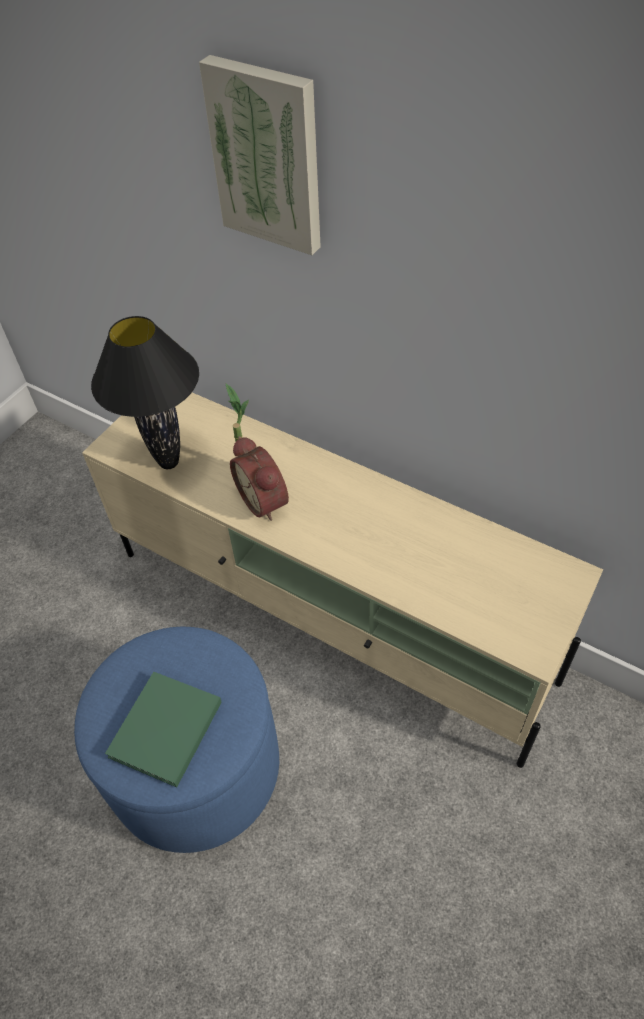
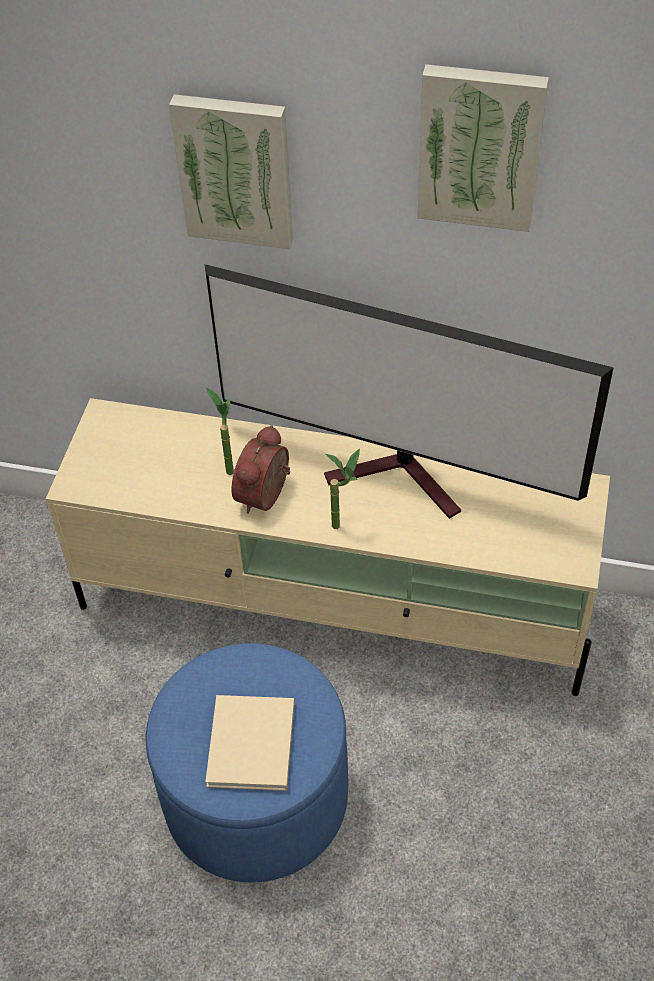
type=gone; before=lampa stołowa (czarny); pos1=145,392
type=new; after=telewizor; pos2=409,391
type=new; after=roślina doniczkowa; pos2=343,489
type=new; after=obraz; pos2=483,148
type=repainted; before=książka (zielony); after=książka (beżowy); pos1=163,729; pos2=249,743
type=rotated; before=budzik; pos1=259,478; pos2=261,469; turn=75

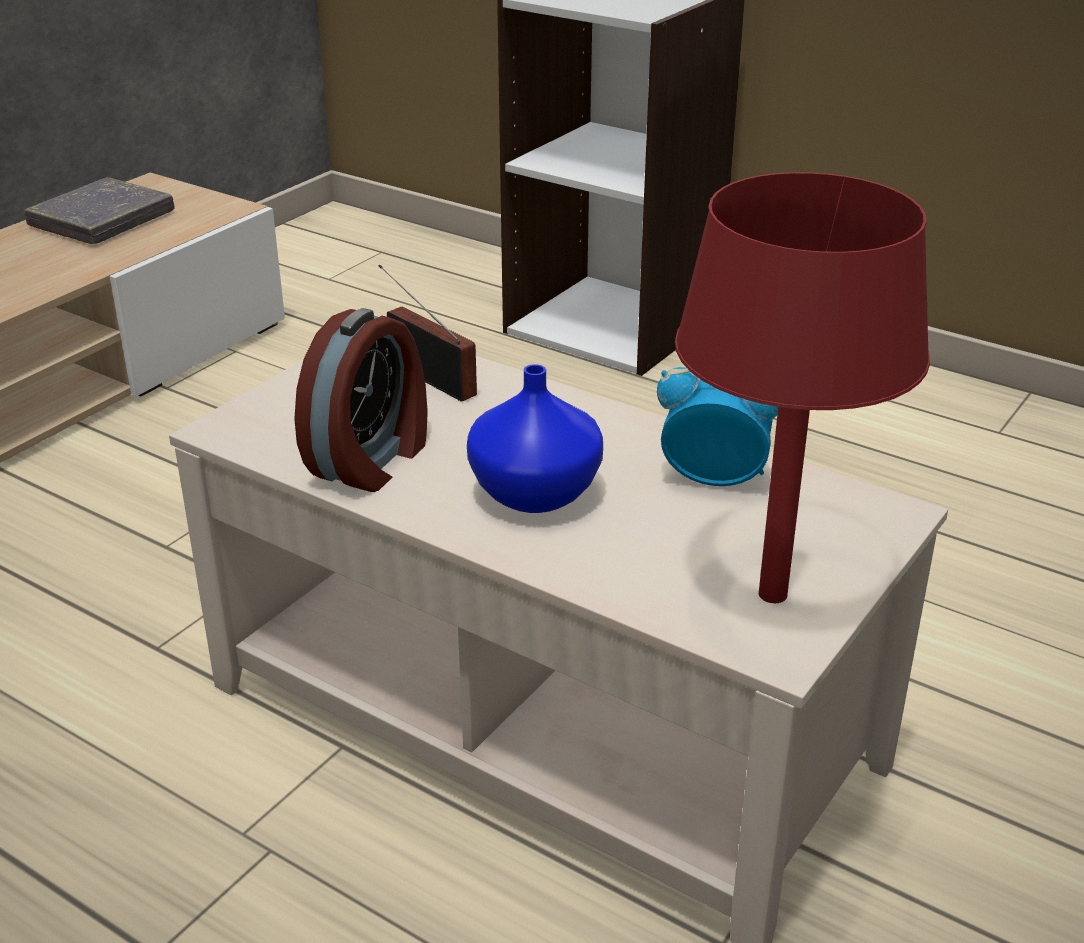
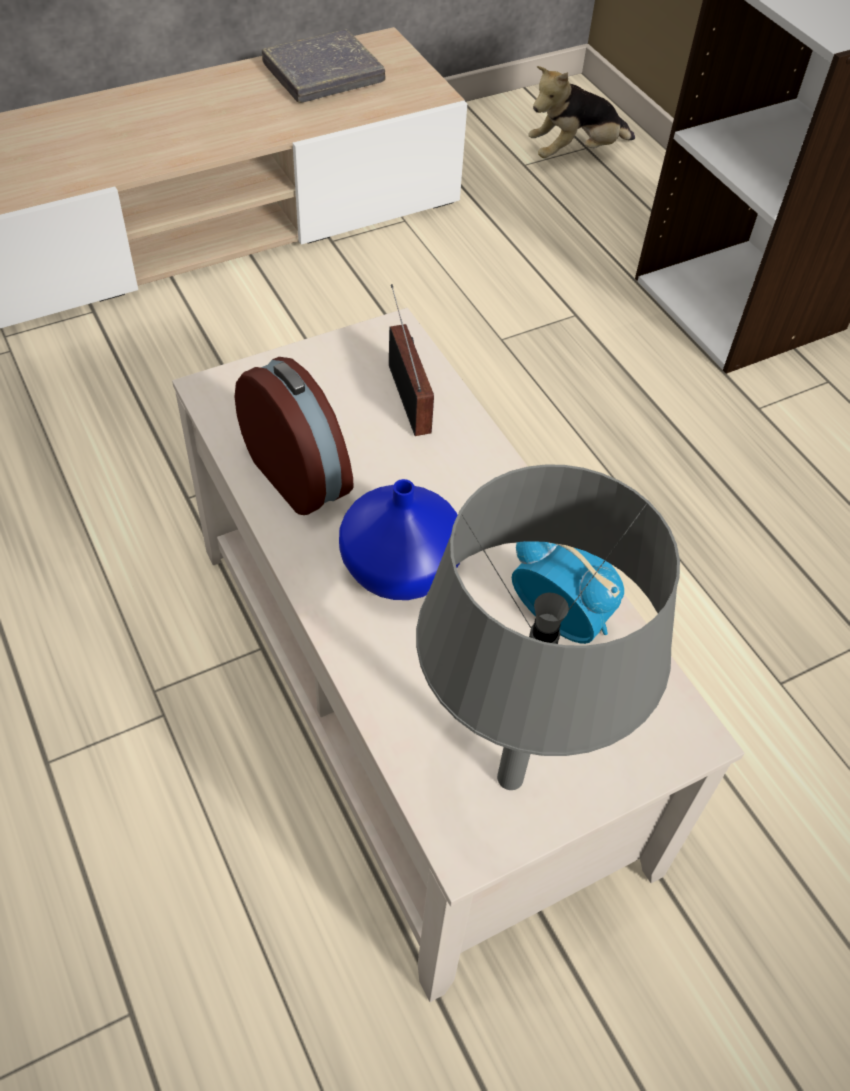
type=new; after=pluszak; pos2=581,112
type=repainted; before=lampa stołowa (czerwony); after=lampa stołowa (szary); pos1=802,387; pos2=548,627
type=rotated; before=budzik; pos1=361,400; pos2=294,436; turn=-90

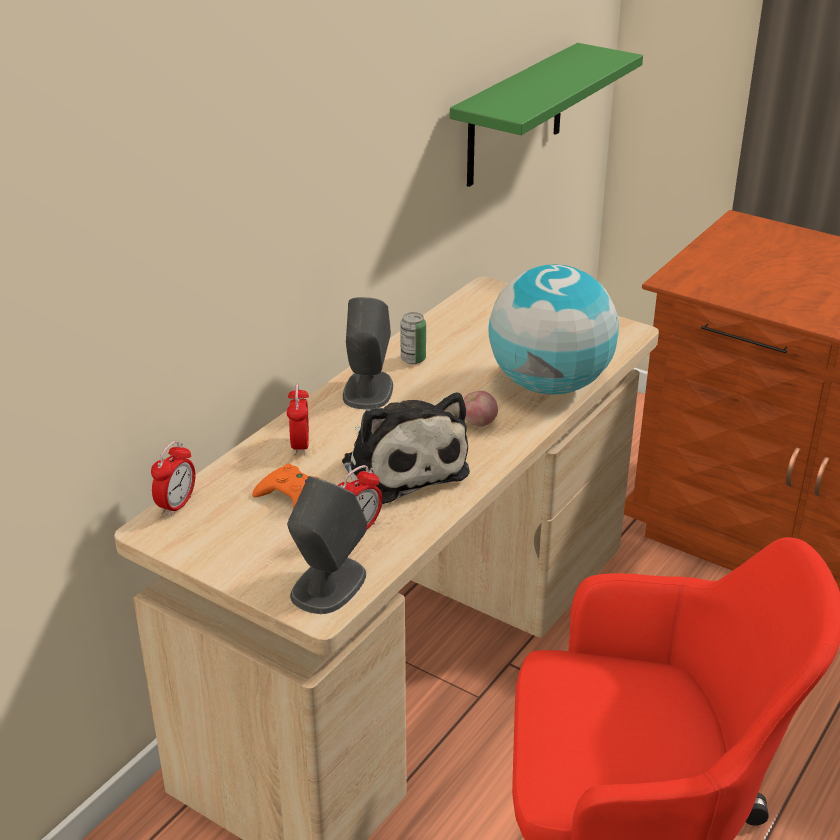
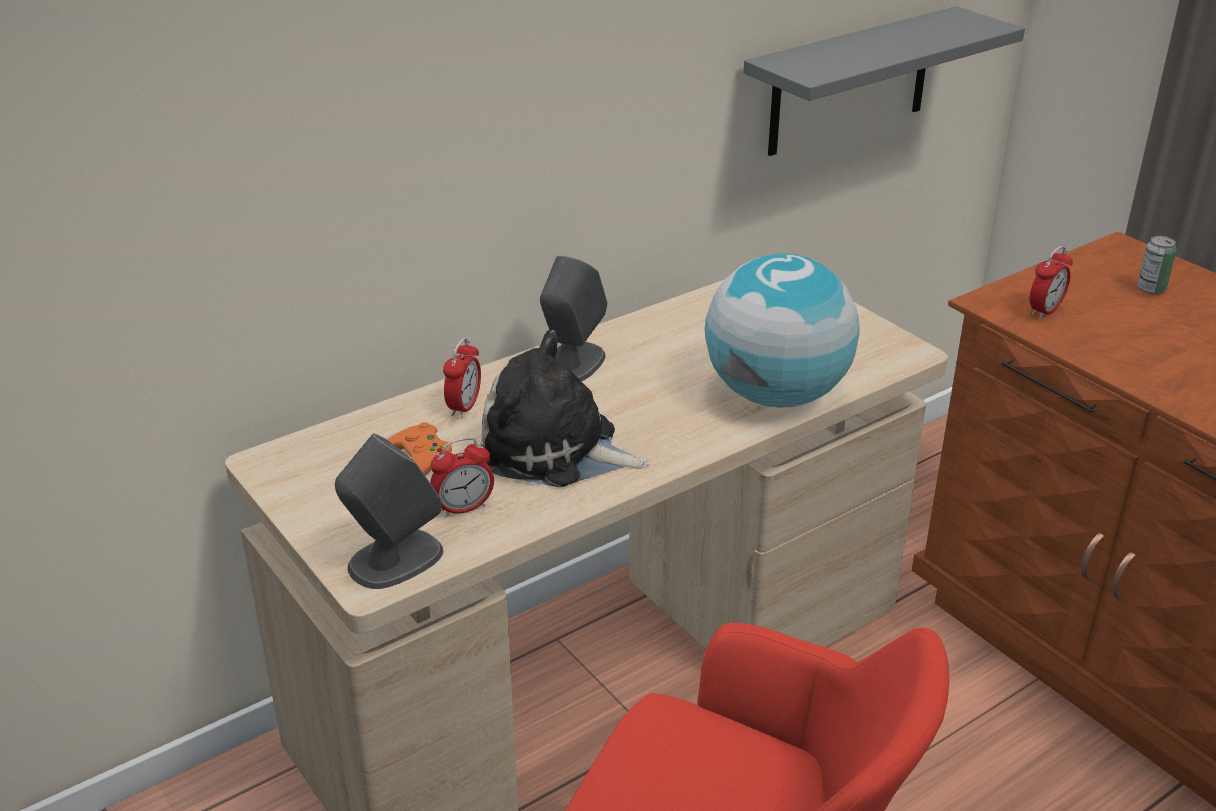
type=gone; before=jabłko; pos1=480,409
type=shifted; before=budzik; pos1=173,479; pos2=1051,282
type=shifted; before=puszka; pos1=413,338; pos2=1157,265
type=repainted; before=półka (zielony); after=półka (szary); pos1=546,115; pos2=884,81
type=rotated; before=pluszak; pos1=406,448; pos2=565,408; turn=120

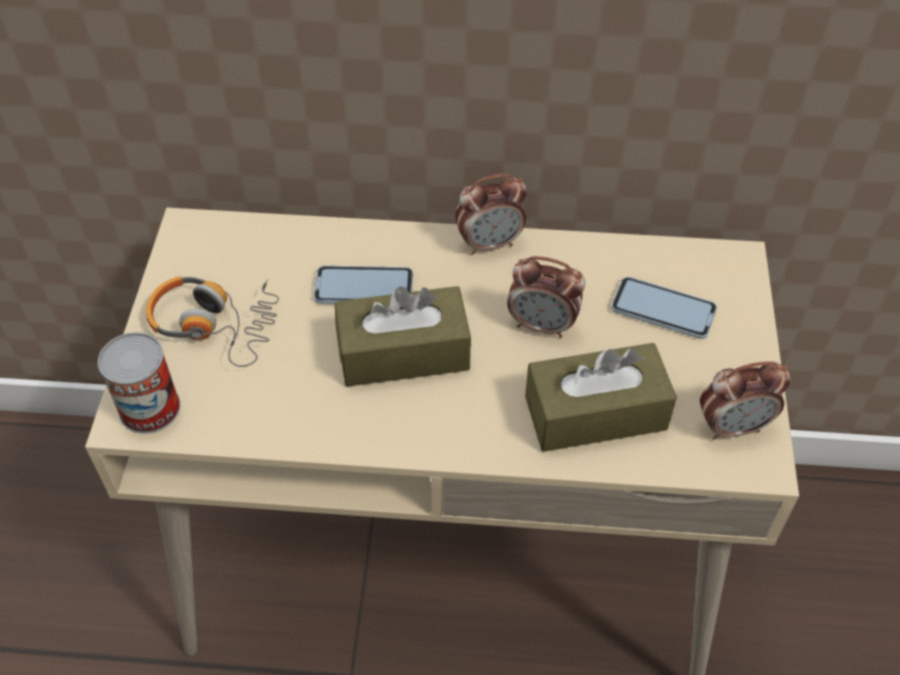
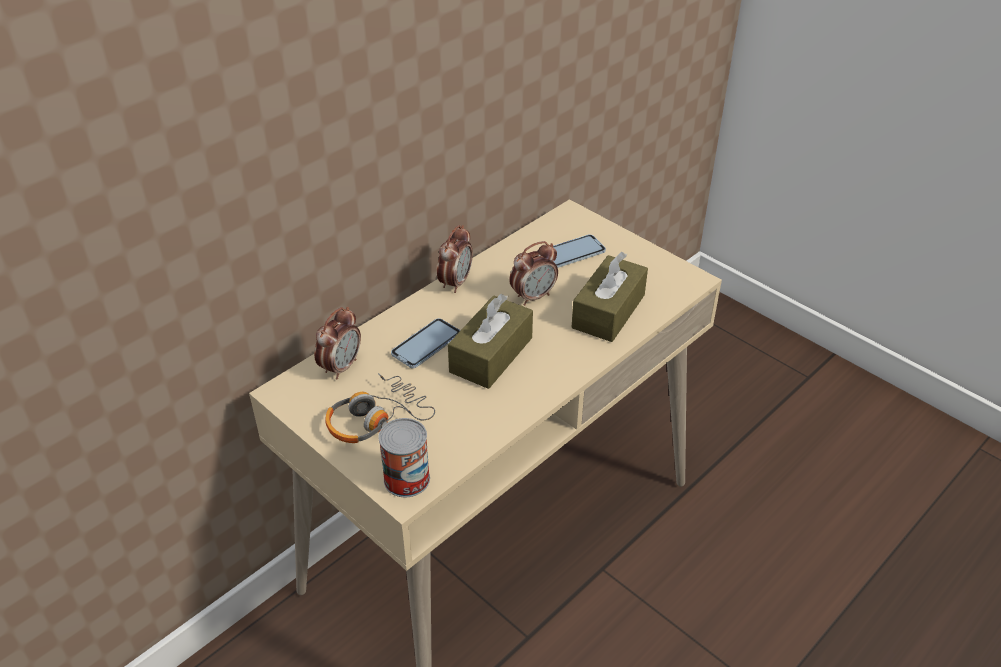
type=shifted; before=budzik; pos1=745,401; pos2=337,343

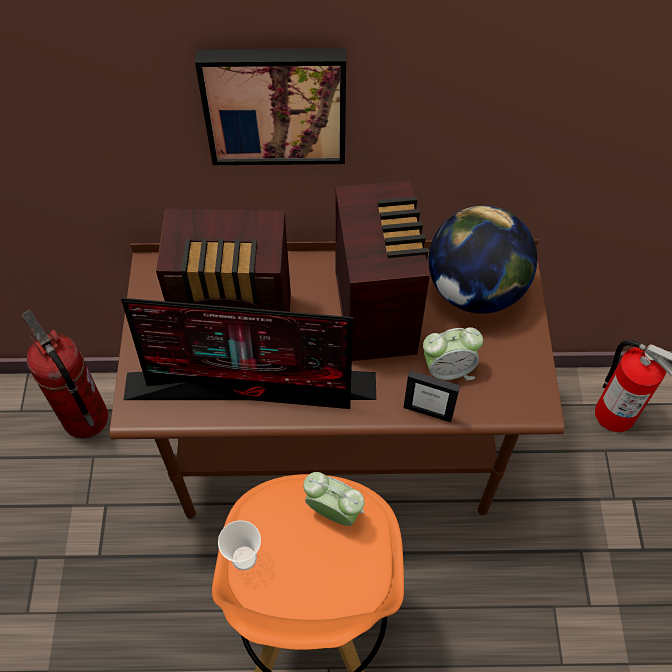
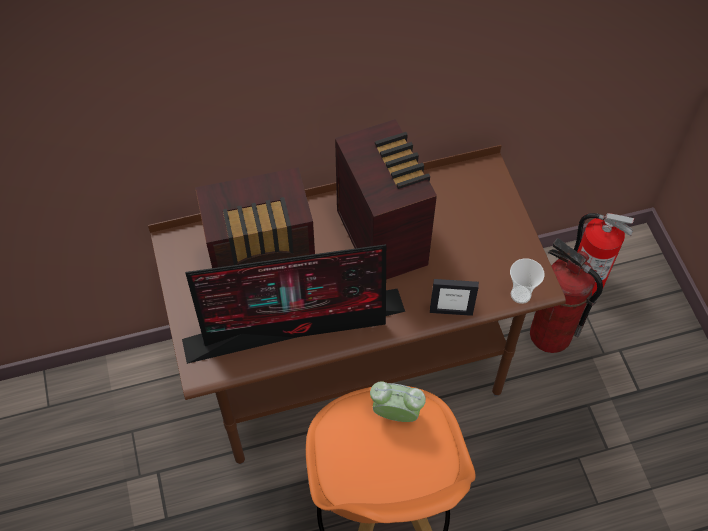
type=gone; before=obraz; pos1=270,106
type=gone; before=budzik; pos1=453,354
type=gone; before=globus; pos1=482,260
type=shifted; before=gaśnica; pos1=65,374; pos2=566,295
type=shifted; before=filiżanka; pos1=239,545; pos2=527,281

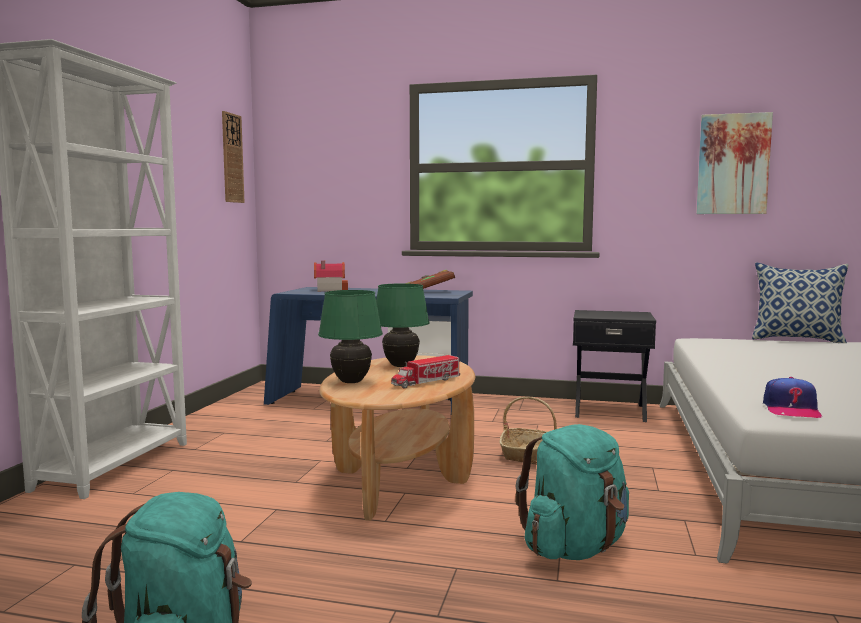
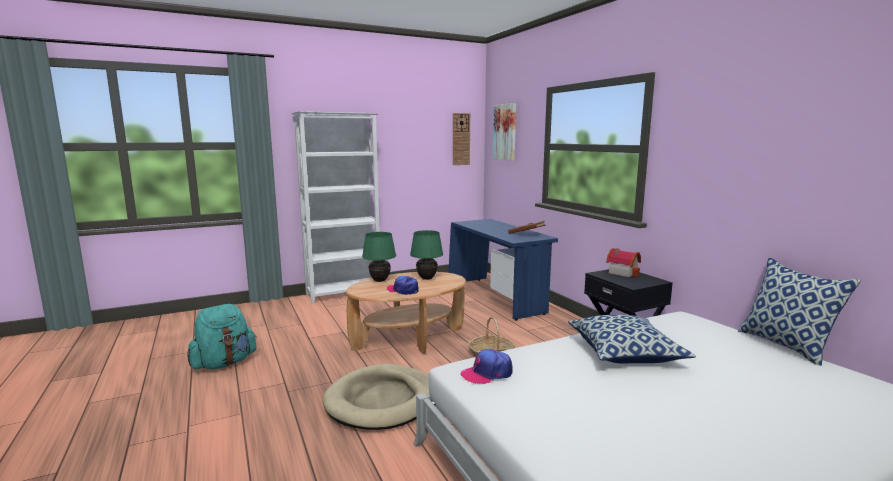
type=new; after=poduszka; pos2=632,339
type=shifted; before=domek; pos1=331,276; pos2=623,262
type=shifted; before=obraz; pos1=734,163; pos2=504,132
type=swapped; before=ciężarówka zabawkowa; after=czapka z daszkiem; pos1=425,372; pos2=402,285
type=swapped; before=plecak (turkusowy); after=legowisko (beżowy); pos1=572,492; pos2=376,397

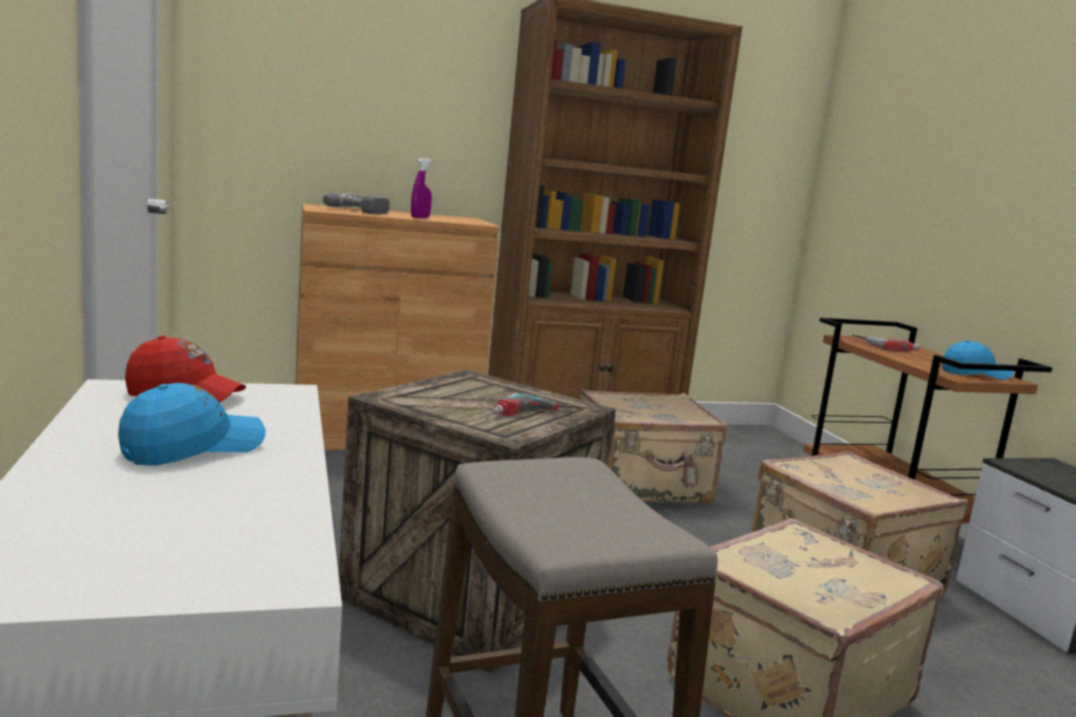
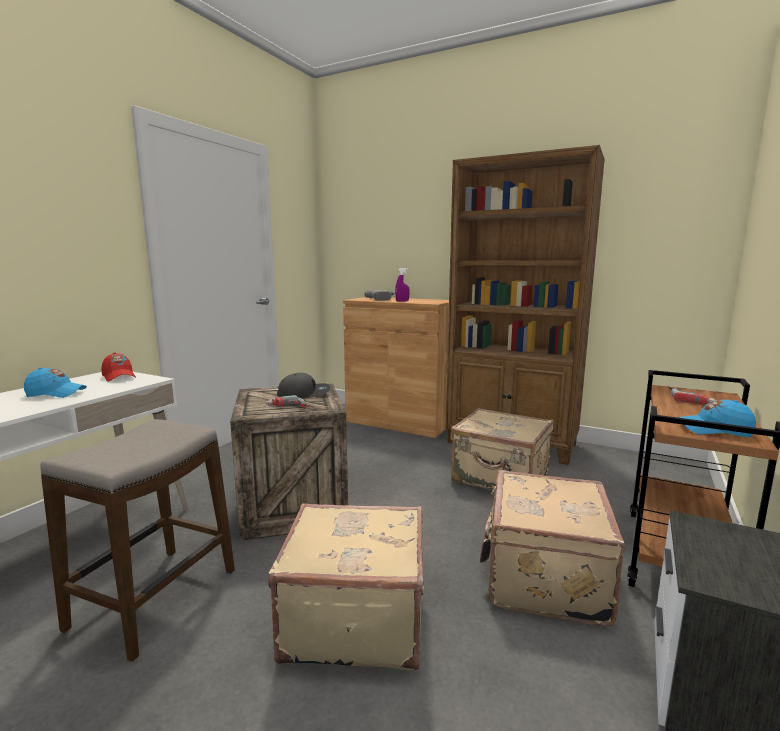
type=new; after=czapka z daszkiem (szary); pos2=303,385
type=rotated; before=czapka z daszkiem (niebieski); pos1=977,360; pos2=717,418; turn=150

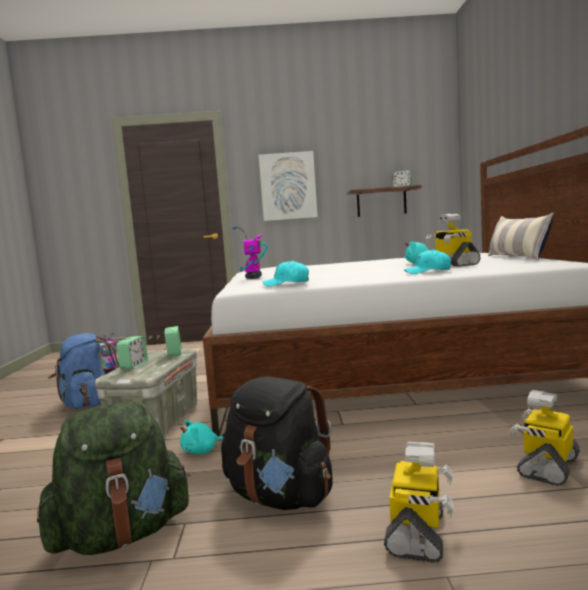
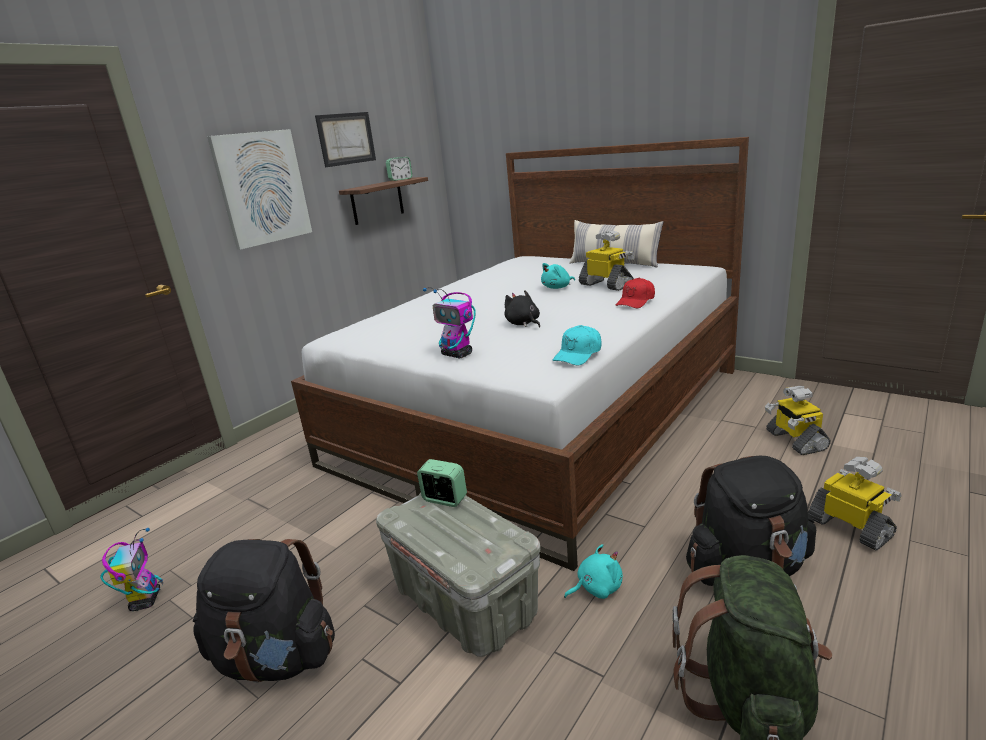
type=gone; before=budzik; pos1=132,352
type=new; after=obraz; pos2=345,139
type=new; after=pluszak (czarny); pos2=522,309
type=repainted; before=plecak (niebieski); after=plecak (czarny); pos1=83,371; pos2=264,611
type=repainted; before=czapka z daszkiem (turkusowy); after=czapka z daszkiem (czerwony); pos1=427,261; pos2=635,293
type=rotated; before=pluszak (turkusowy); pos1=201,437; pos2=593,571; turn=-120
type=rotated; before=robot zabawkowy; pos1=453,240; pos2=607,260; turn=-150

